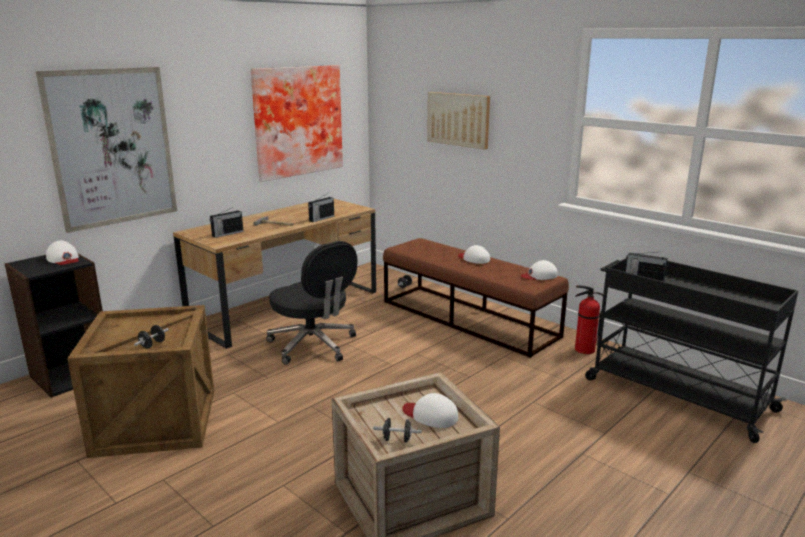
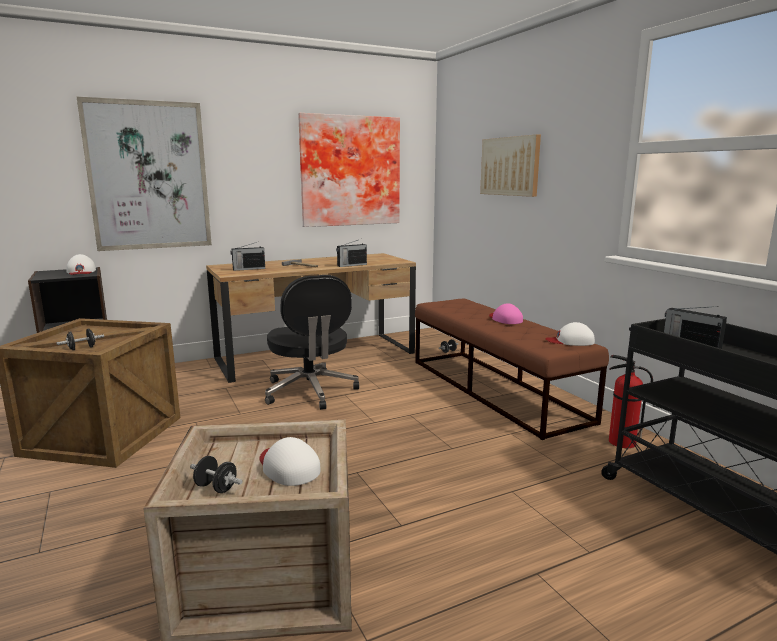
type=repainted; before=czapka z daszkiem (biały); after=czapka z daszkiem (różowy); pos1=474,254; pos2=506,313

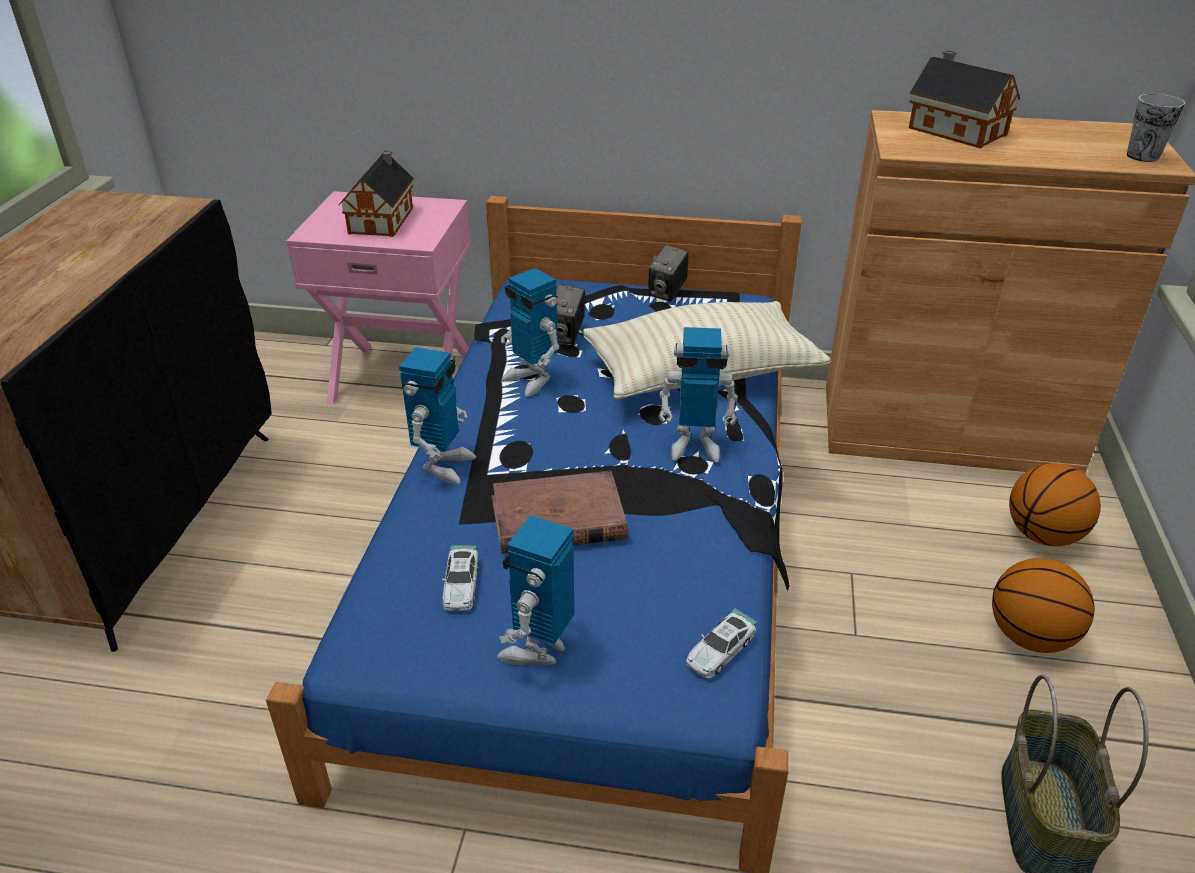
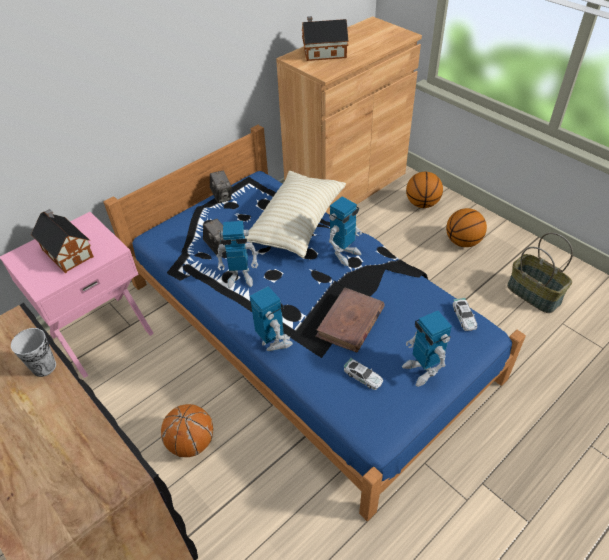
type=new; after=piłka do koszykówki; pos2=187,430
type=shifted; before=filiżanka; pos1=1156,128; pos2=33,352

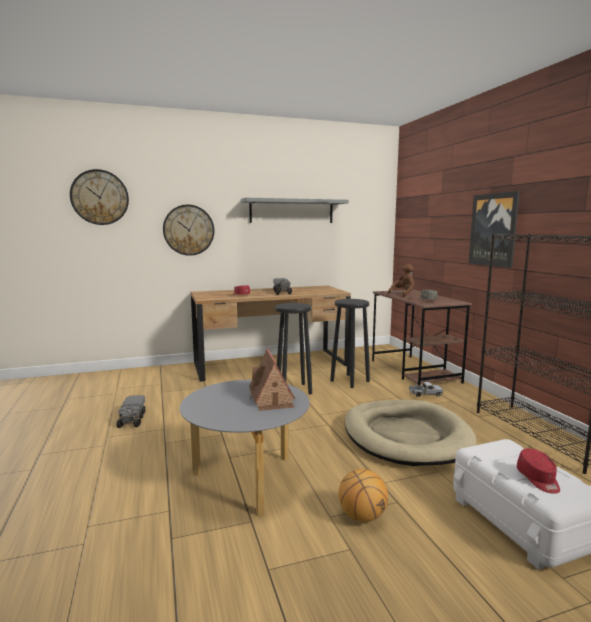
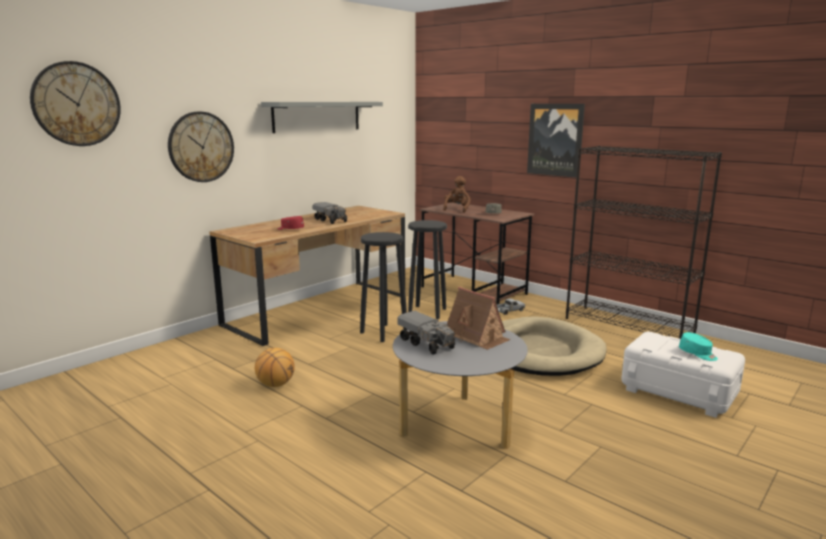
type=shifted; before=ciężarówka zabawkowa; pos1=131,411; pos2=427,333
type=shifted; before=piłka do koszykówki; pos1=363,495; pos2=275,367
type=repainted; before=czapka z daszkiem (czerwony); after=czapka z daszkiem (turkusowy); pos1=538,471; pos2=698,346

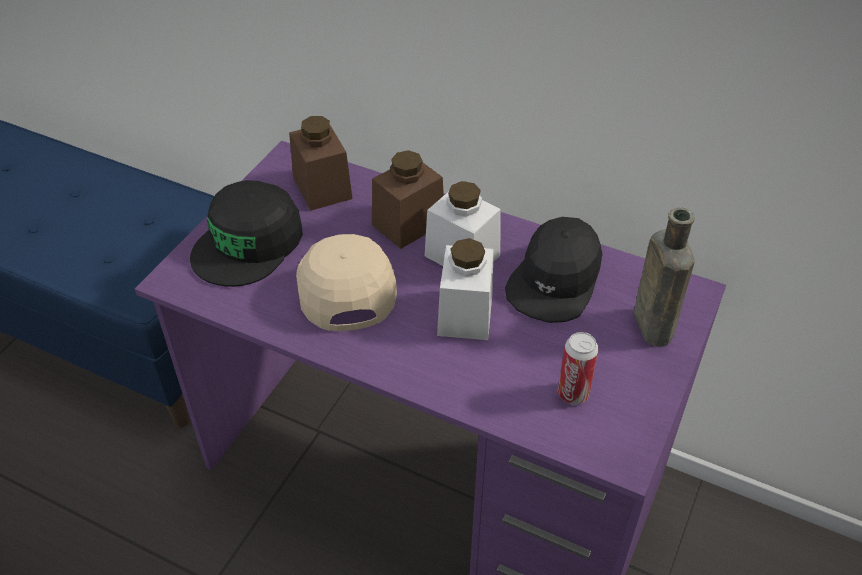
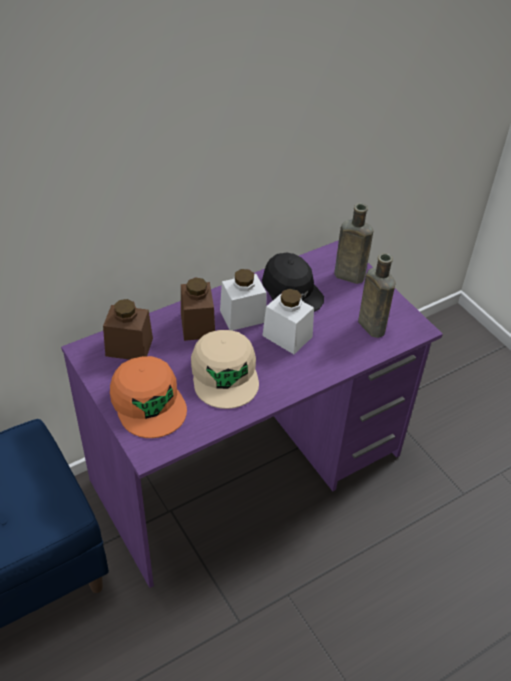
type=swapped; before=puszka; after=butelka (brązowy); pos1=578,368; pos2=377,295
type=repainted; before=czapka z daszkiem (czarny); after=czapka z daszkiem (pomarańczowy); pos1=246,233; pos2=148,397
type=rotated; before=czapka z daszkiem (beżowy); pos1=346,282; pos2=225,369; turn=-120

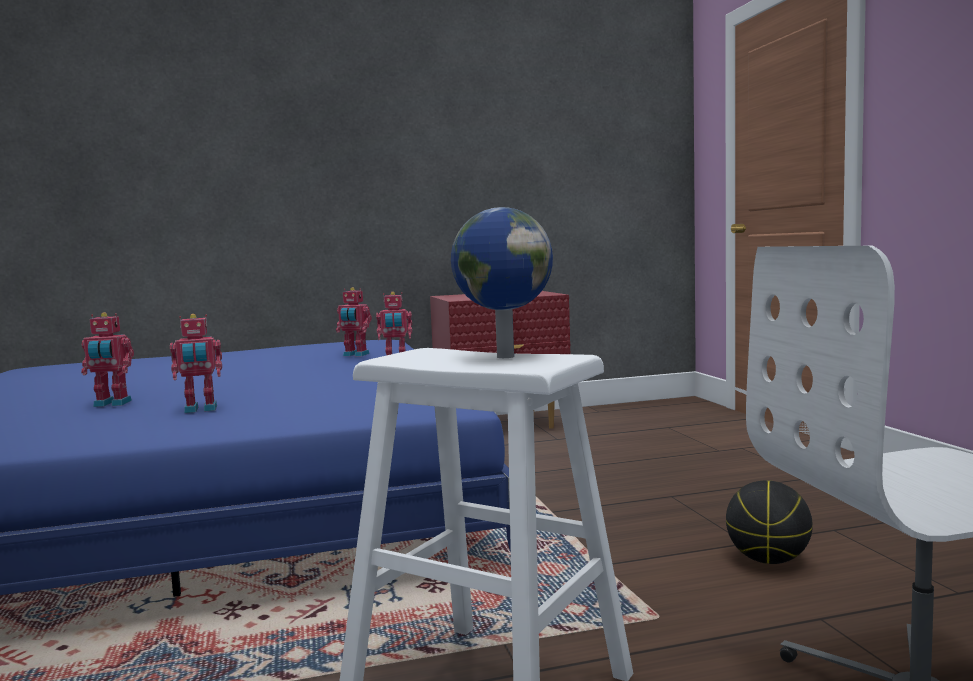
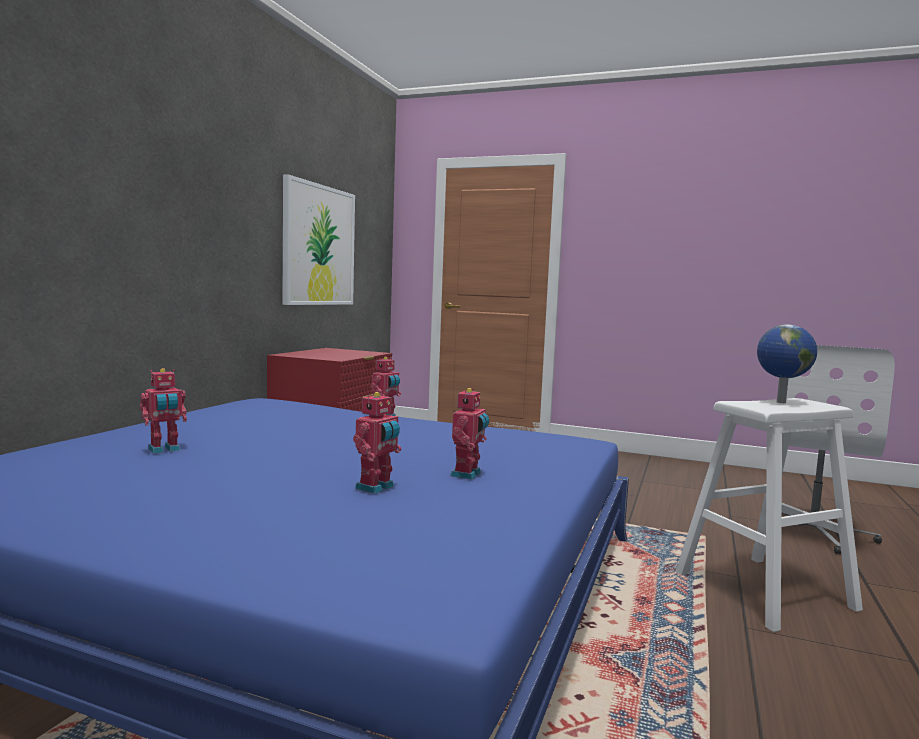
type=gone; before=piłka do koszykówki; pos1=769,522
type=new; after=obraz; pos2=318,239
type=shifted; before=robot zabawkowy; pos1=354,321; pos2=163,411

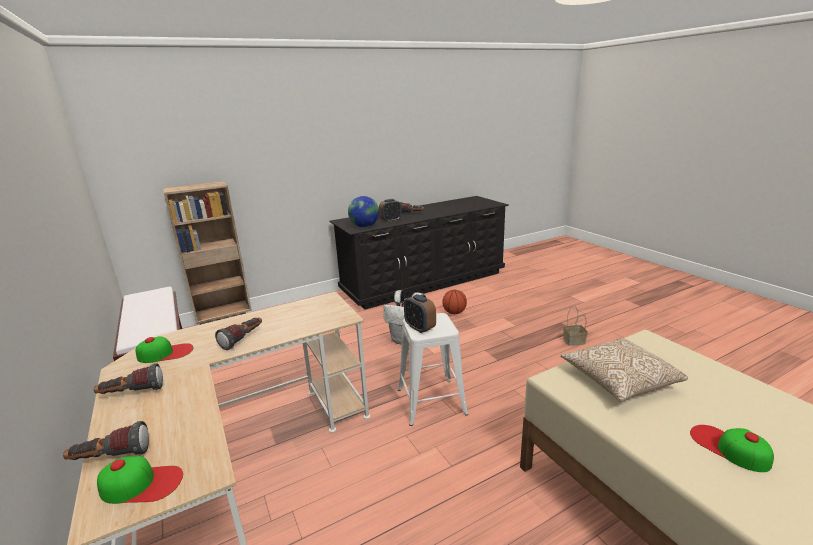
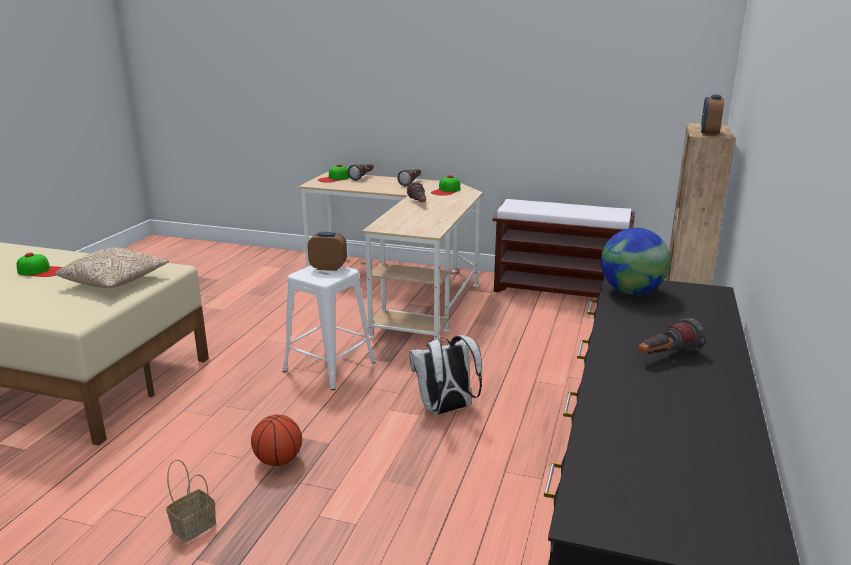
type=shifted; before=budzik; pos1=390,211; pos2=712,115
type=shifted; before=piłka do koszykówki; pos1=454,302; pos2=276,440

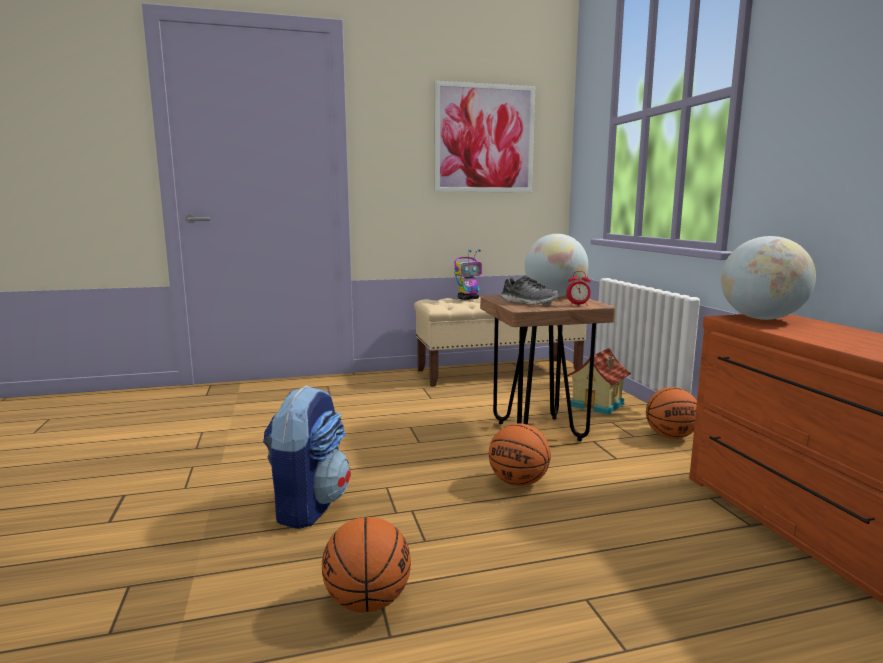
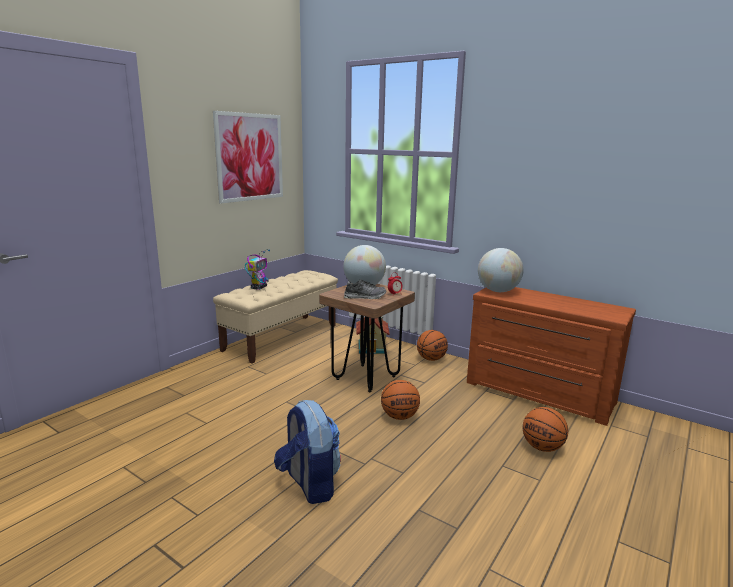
type=shifted; before=piłka do koszykówki; pos1=366,564; pos2=545,429

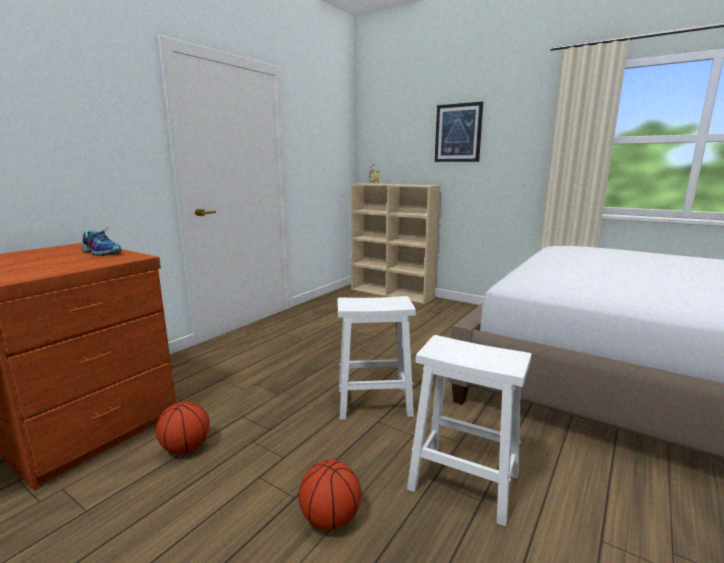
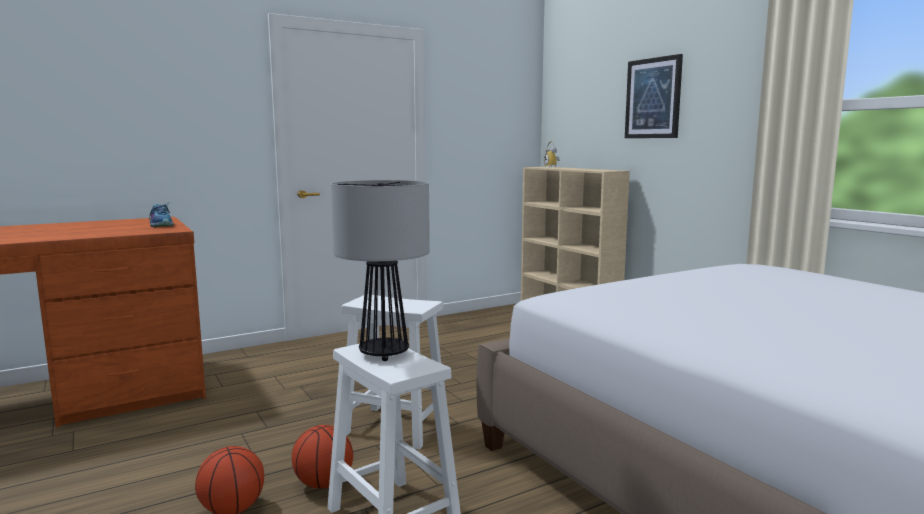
type=new; after=lampa stołowa; pos2=380,270
type=shifted; before=piłka do koszykówki; pos1=183,427; pos2=322,457

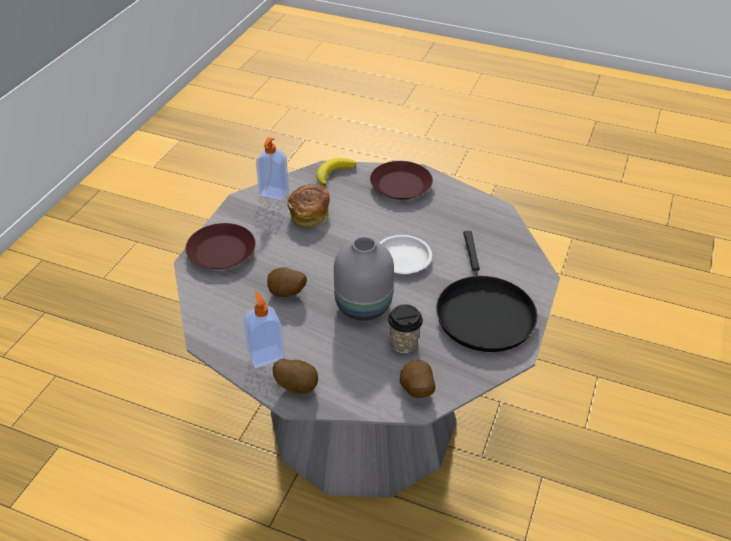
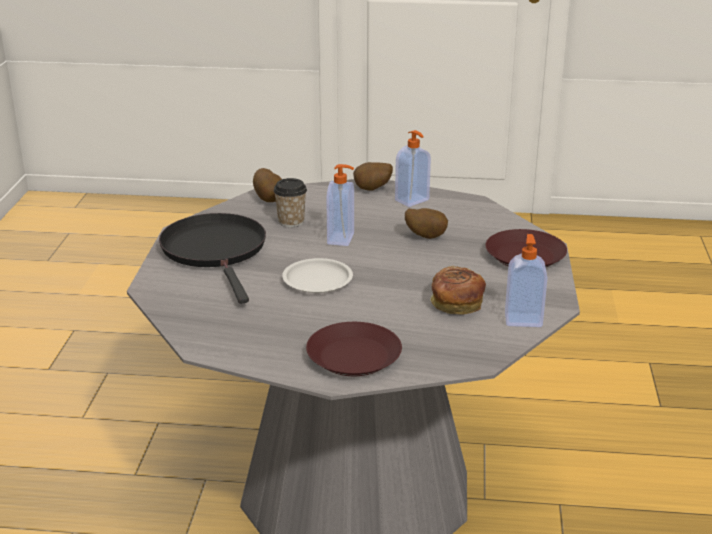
type=gone; before=banan; pos1=336,172
type=swapped; before=wazon (szary); after=dozownik mydła; pos1=364,279; pos2=340,205

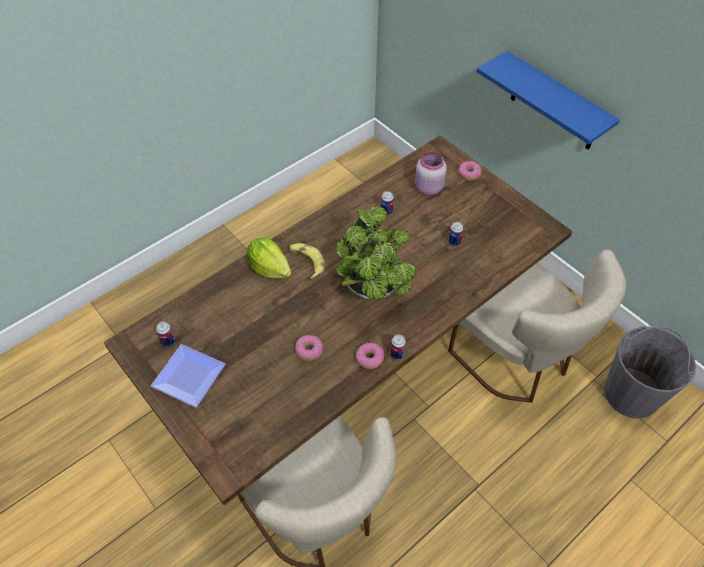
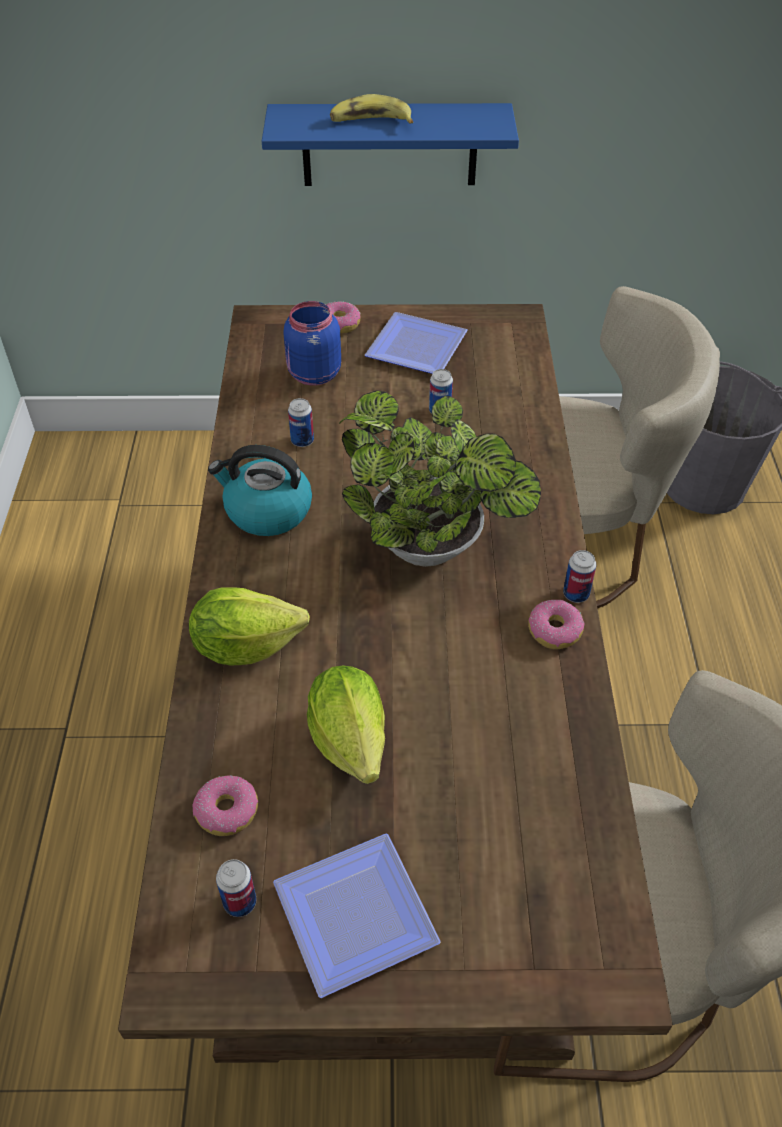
type=new; after=czajnik; pos2=260,490
type=new; after=sałata; pos2=346,725
type=new; after=talerz; pos2=416,343
type=shifted; before=banan; pos1=307,261; pos2=371,108
type=shifted; before=donut; pos1=309,348; pos2=225,805
type=repainted; before=słoik (różowy); after=słoik (niebieski); pos1=431,173; pos2=312,343

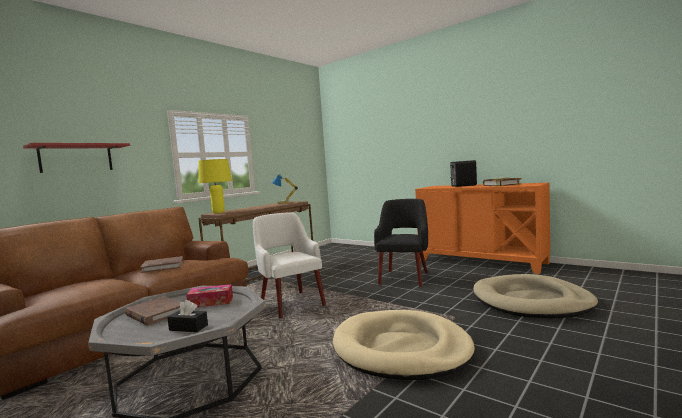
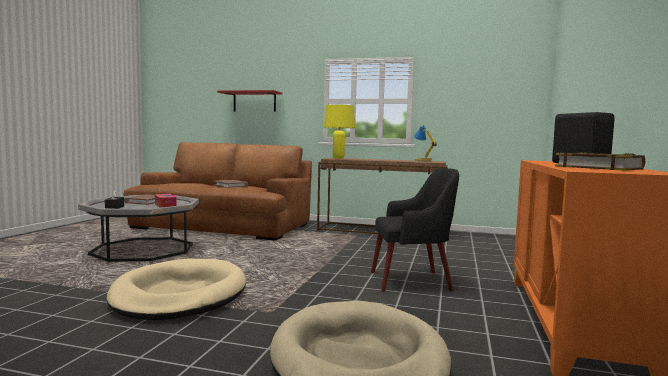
type=gone; before=fotel (biały); pos1=289,265

